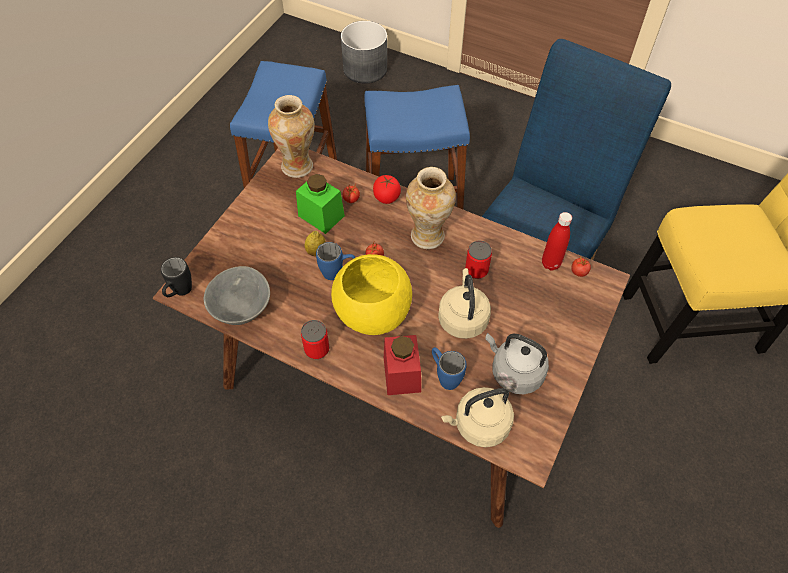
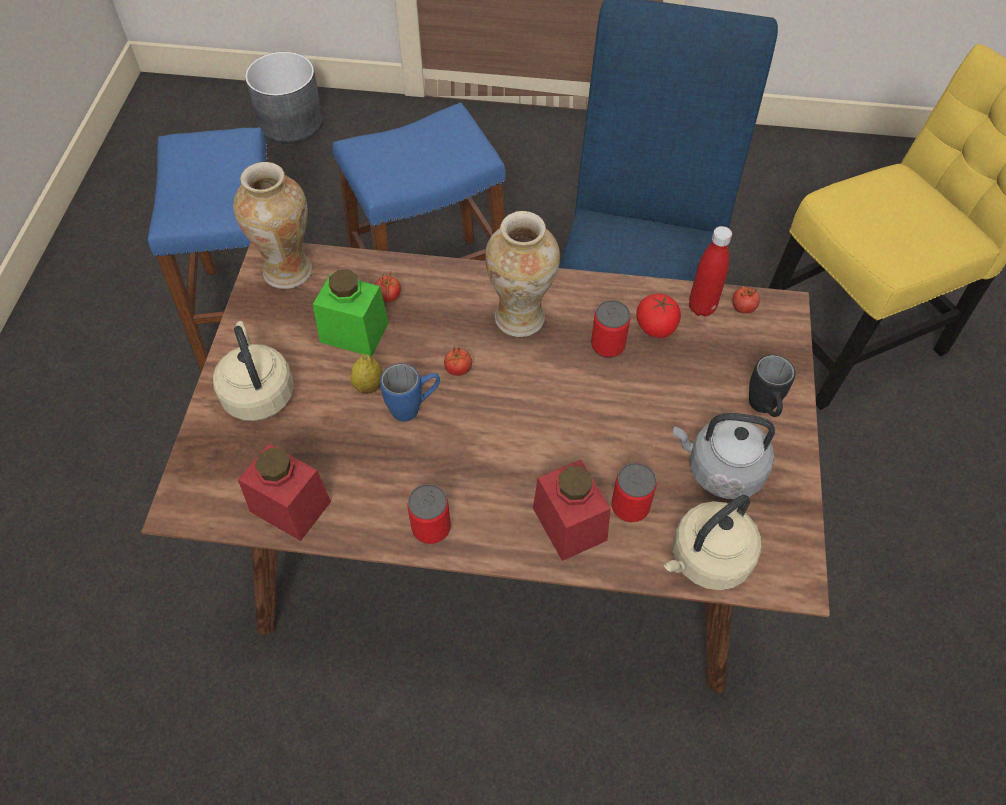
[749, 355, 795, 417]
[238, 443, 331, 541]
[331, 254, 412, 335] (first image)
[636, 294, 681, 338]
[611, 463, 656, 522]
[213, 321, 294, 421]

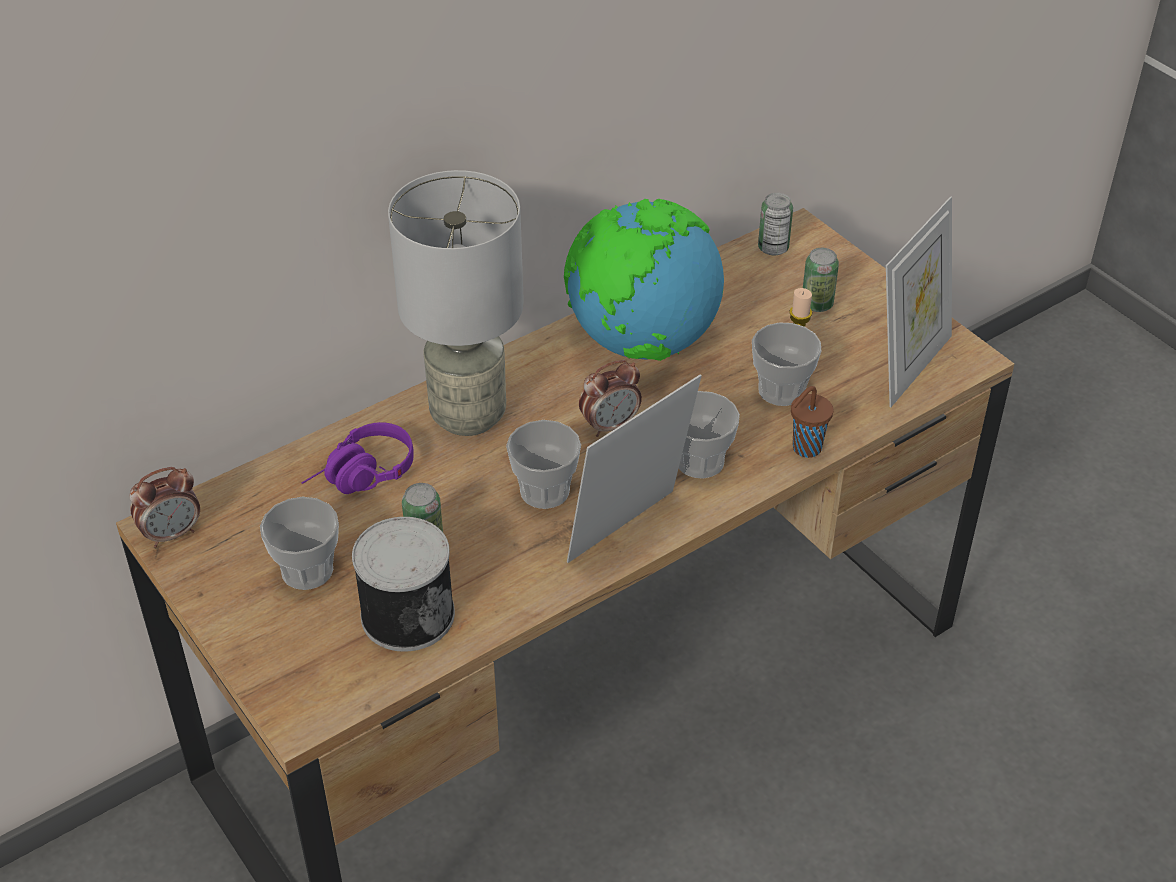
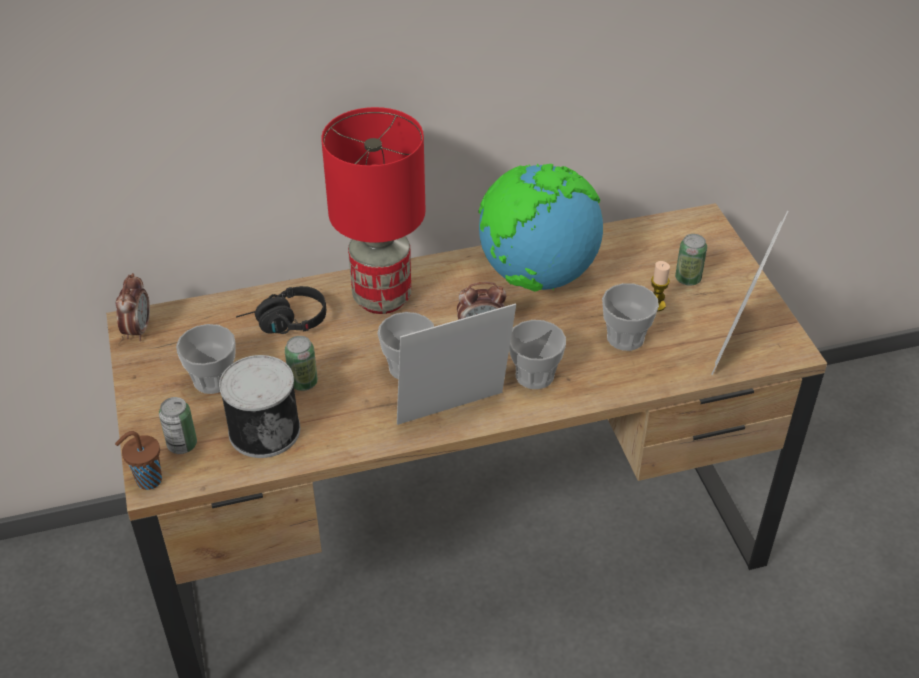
[116, 273, 150, 341]
[236, 286, 326, 334]
[321, 107, 425, 314]
[159, 397, 197, 454]
[115, 431, 162, 490]
[711, 210, 788, 375]

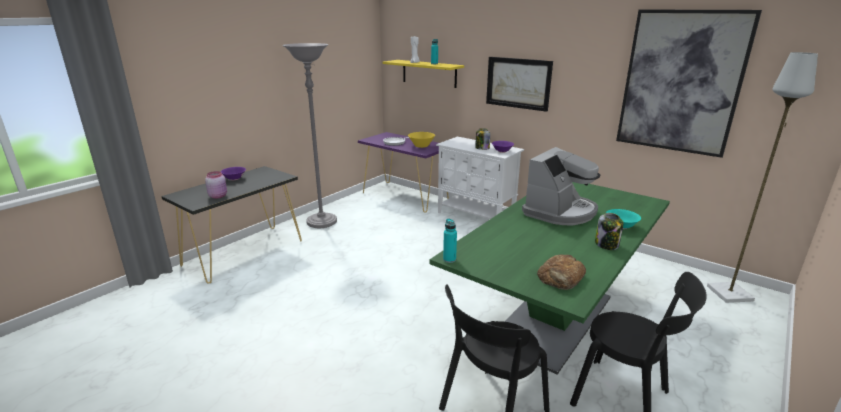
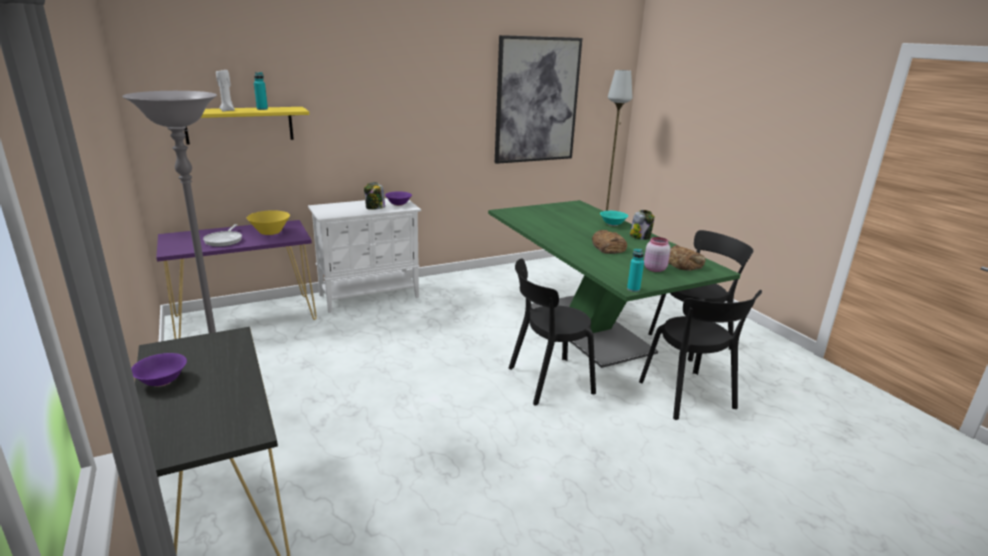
[644, 237, 671, 272]
[486, 57, 553, 112] (first image)
[522, 147, 600, 225] (first image)
[509, 258, 596, 406]
[592, 230, 627, 254]

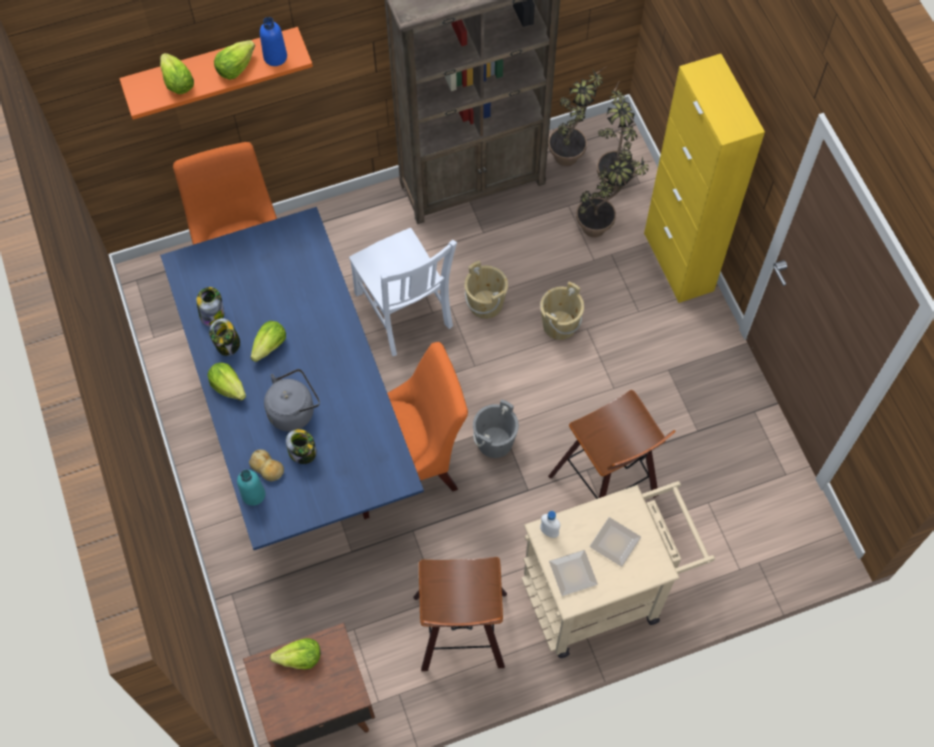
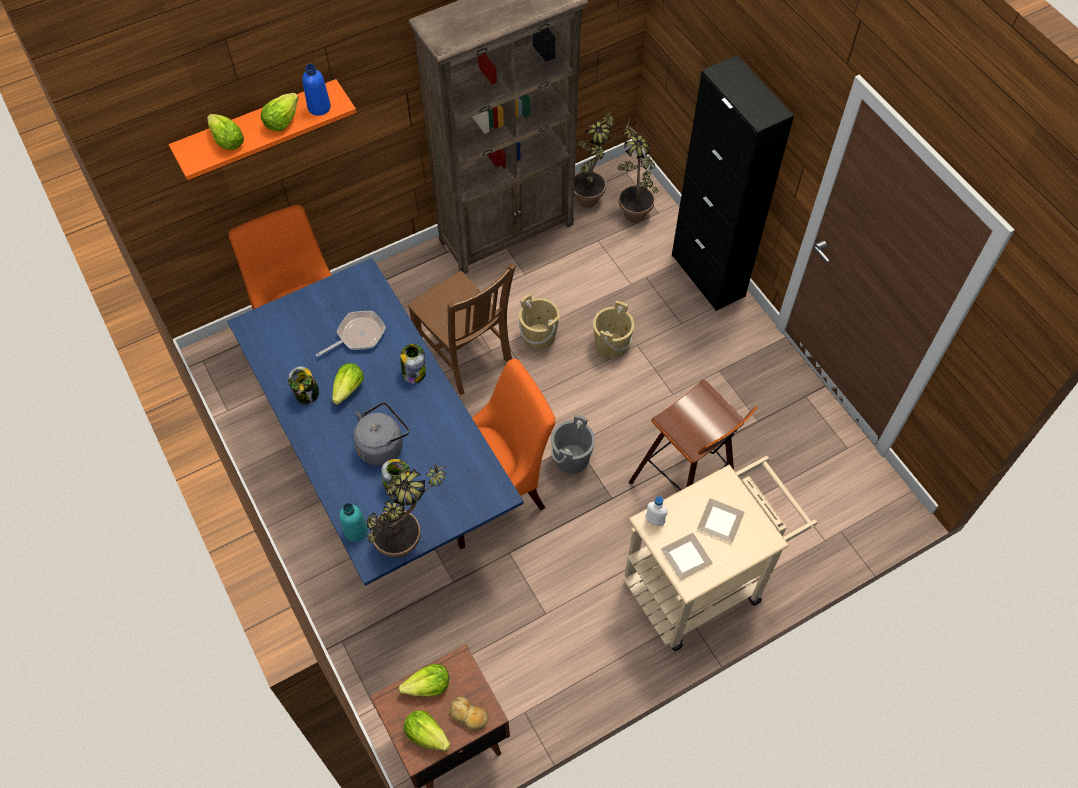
[400, 344, 426, 384]
[403, 710, 450, 752]
[449, 697, 488, 731]
[408, 264, 515, 395]
[414, 557, 507, 671] (first image)
[367, 464, 452, 558]
[672, 55, 794, 311]
[316, 311, 386, 357]

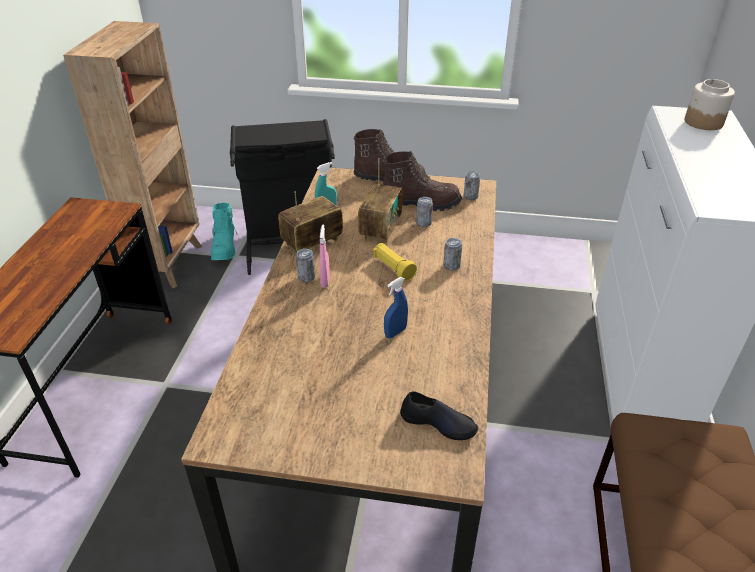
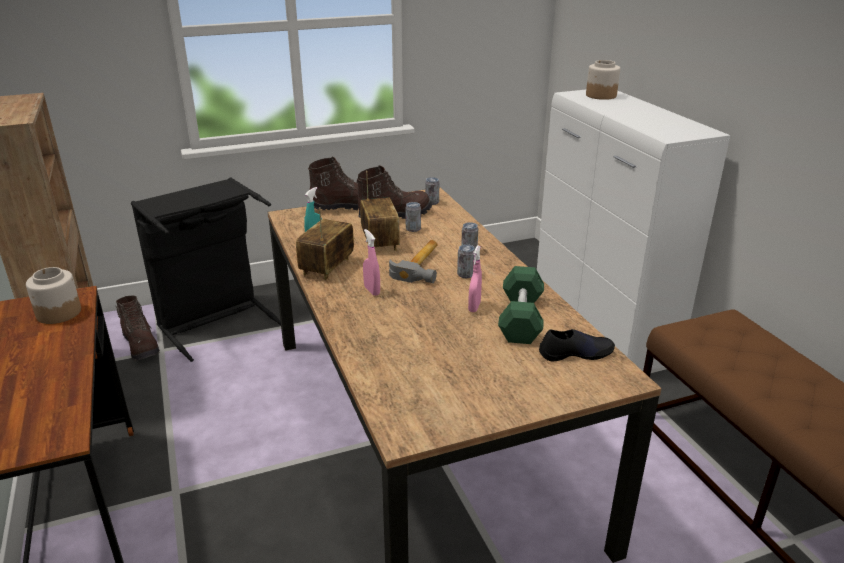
[116, 296, 160, 361]
[457, 244, 475, 278]
[389, 240, 437, 283]
[468, 246, 482, 312]
[26, 267, 81, 324]
[498, 266, 544, 344]

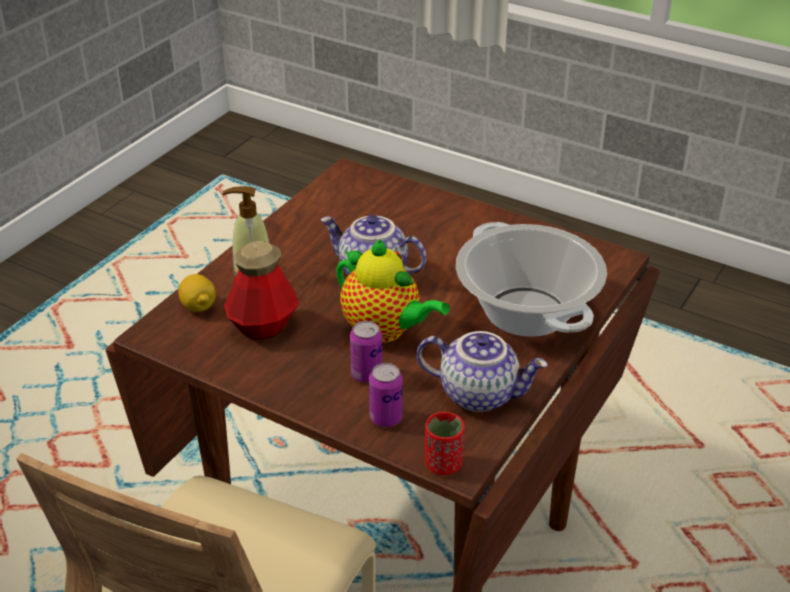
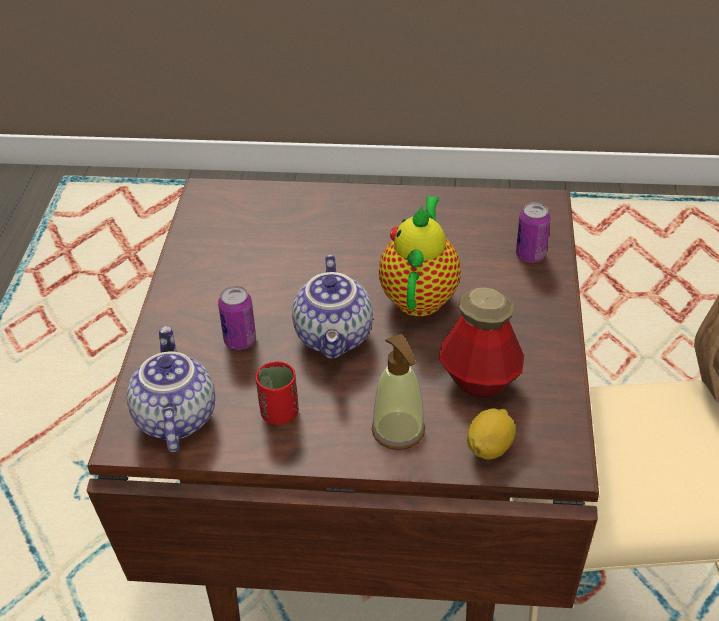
[218, 286, 256, 350]
[127, 326, 215, 452]
[256, 361, 299, 425]
[456, 222, 607, 337] (first image)

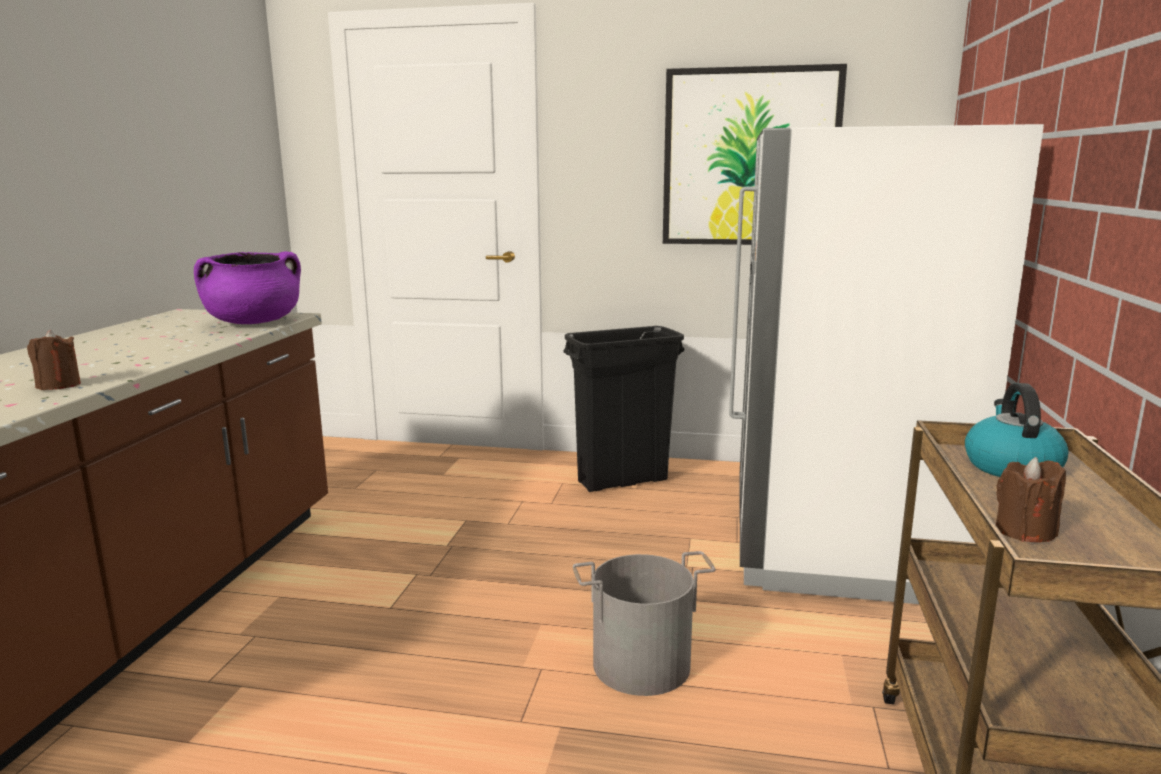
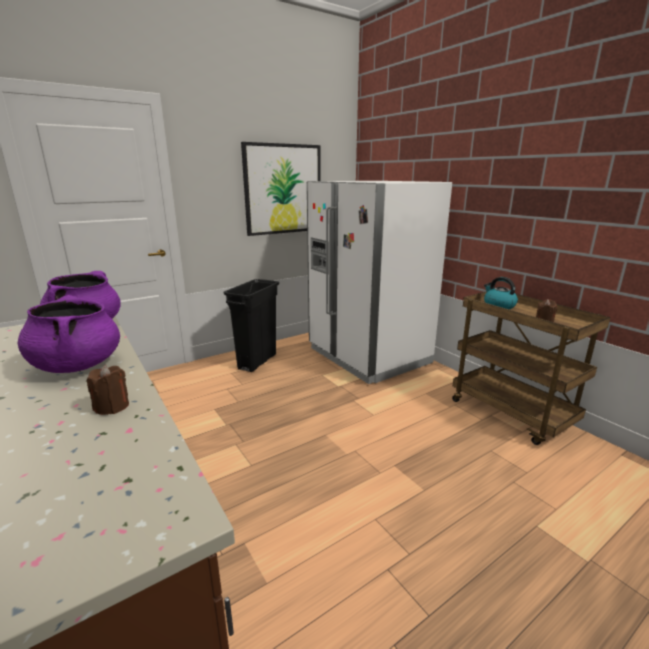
[573, 551, 716, 696] (first image)
[18, 295, 120, 373]

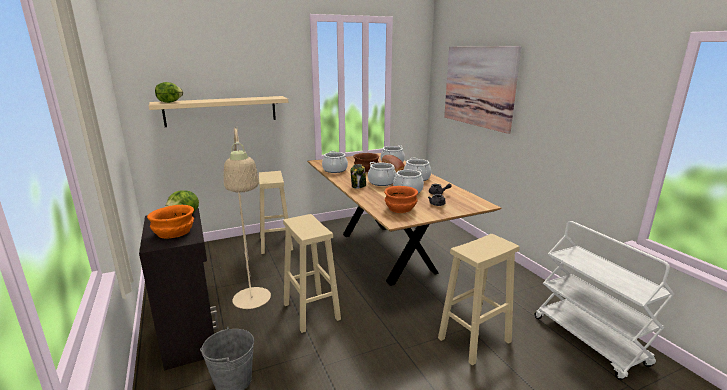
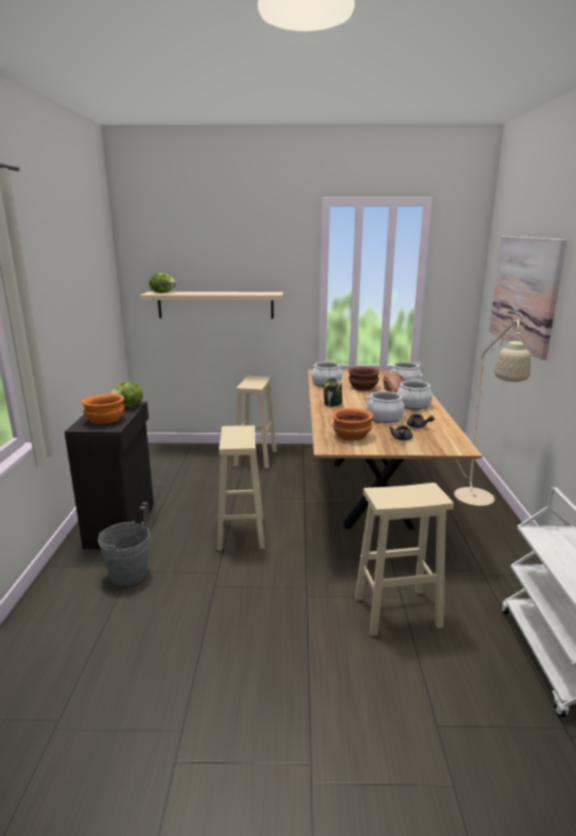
[454, 317, 531, 506]
[368, 162, 396, 186] (first image)

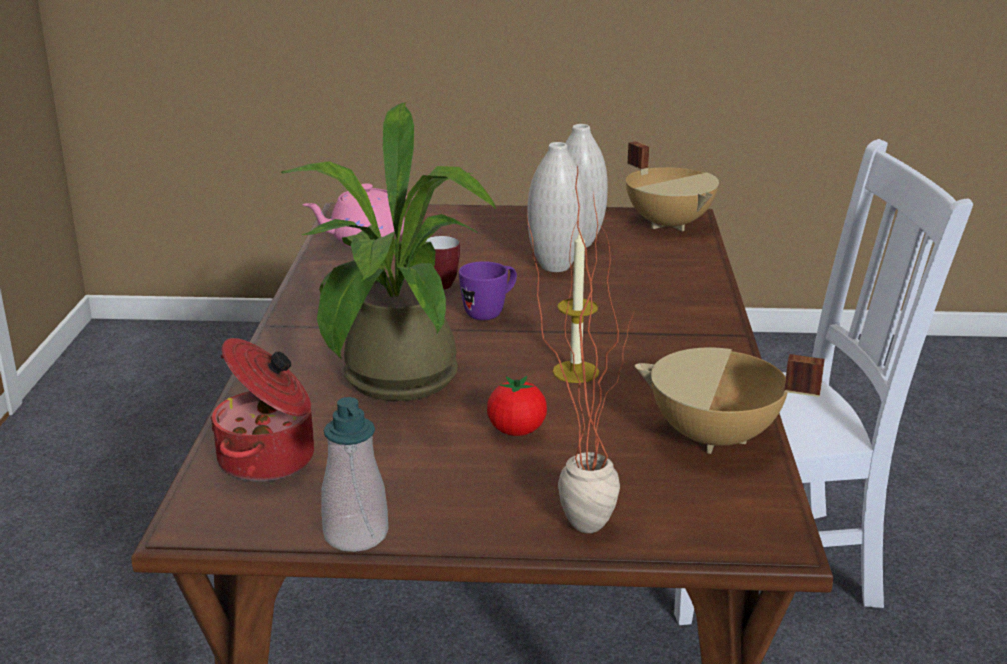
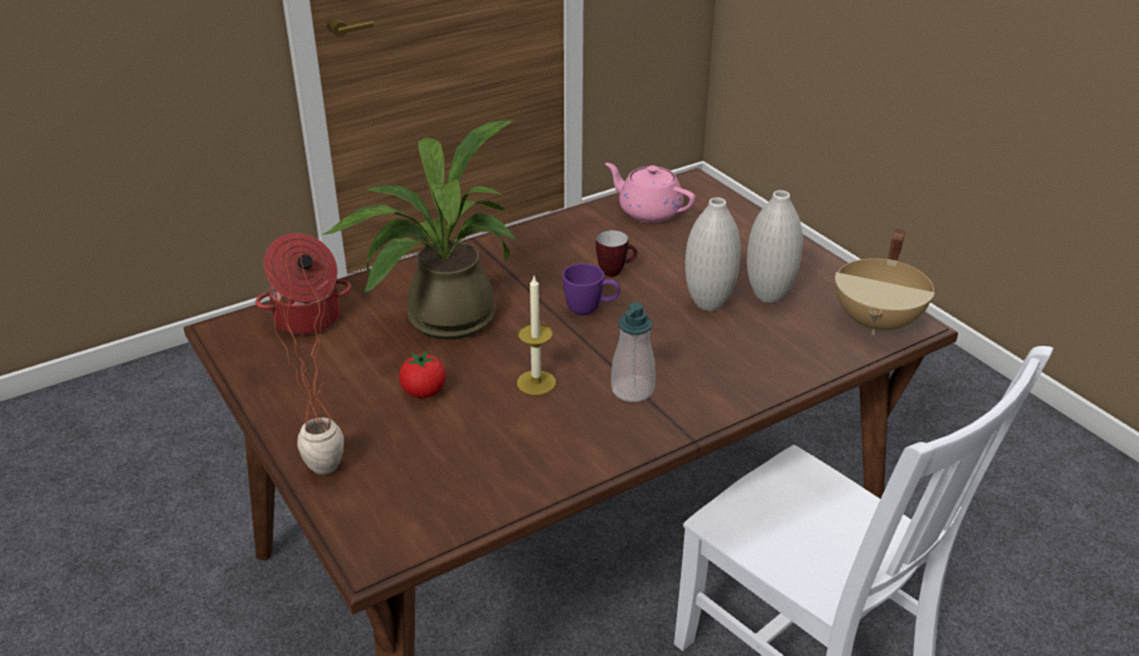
[611, 302, 655, 402]
[634, 347, 825, 454] (first image)

